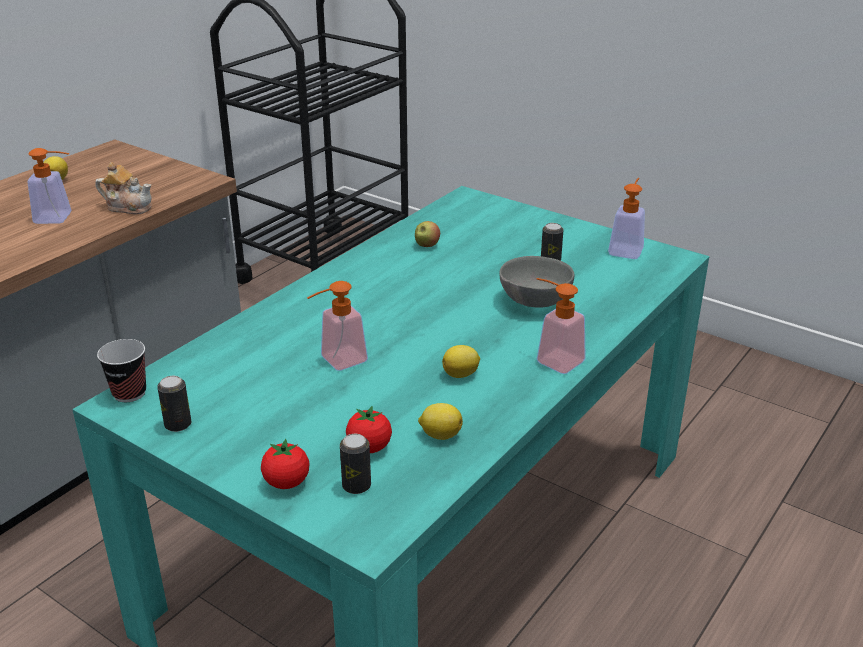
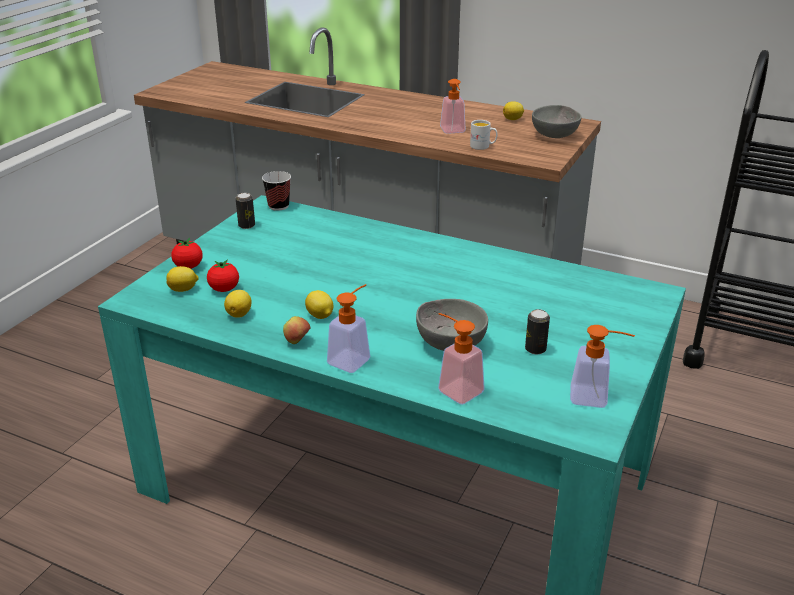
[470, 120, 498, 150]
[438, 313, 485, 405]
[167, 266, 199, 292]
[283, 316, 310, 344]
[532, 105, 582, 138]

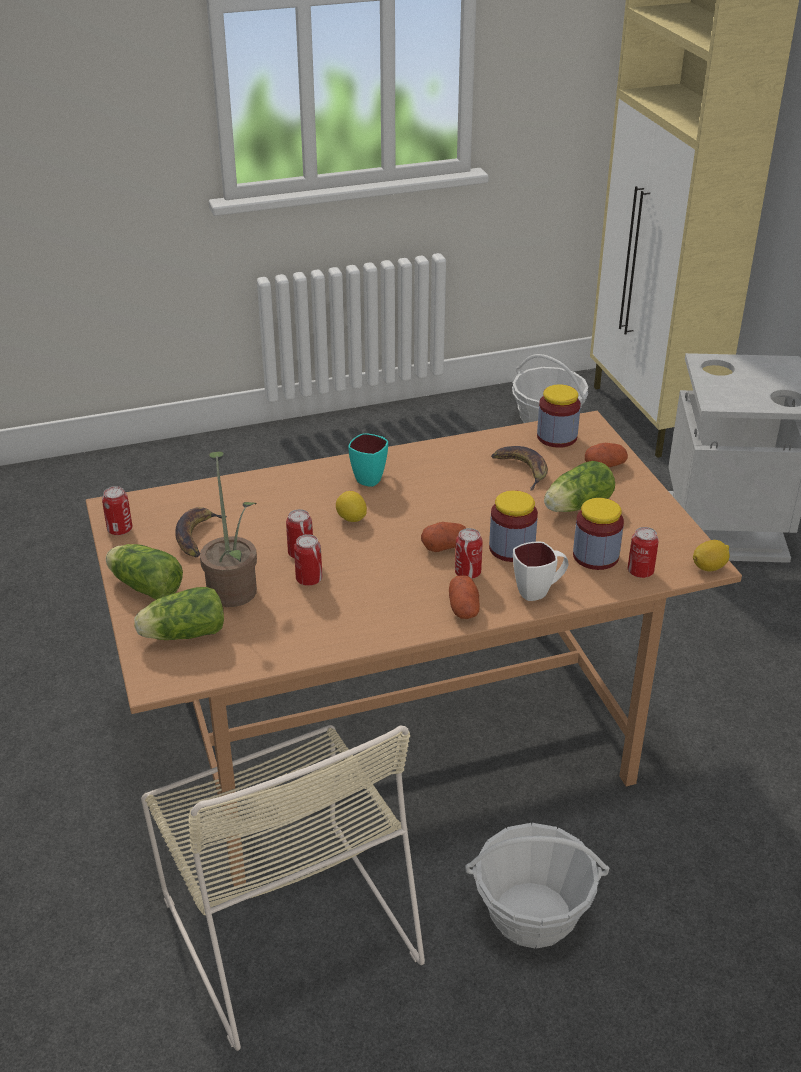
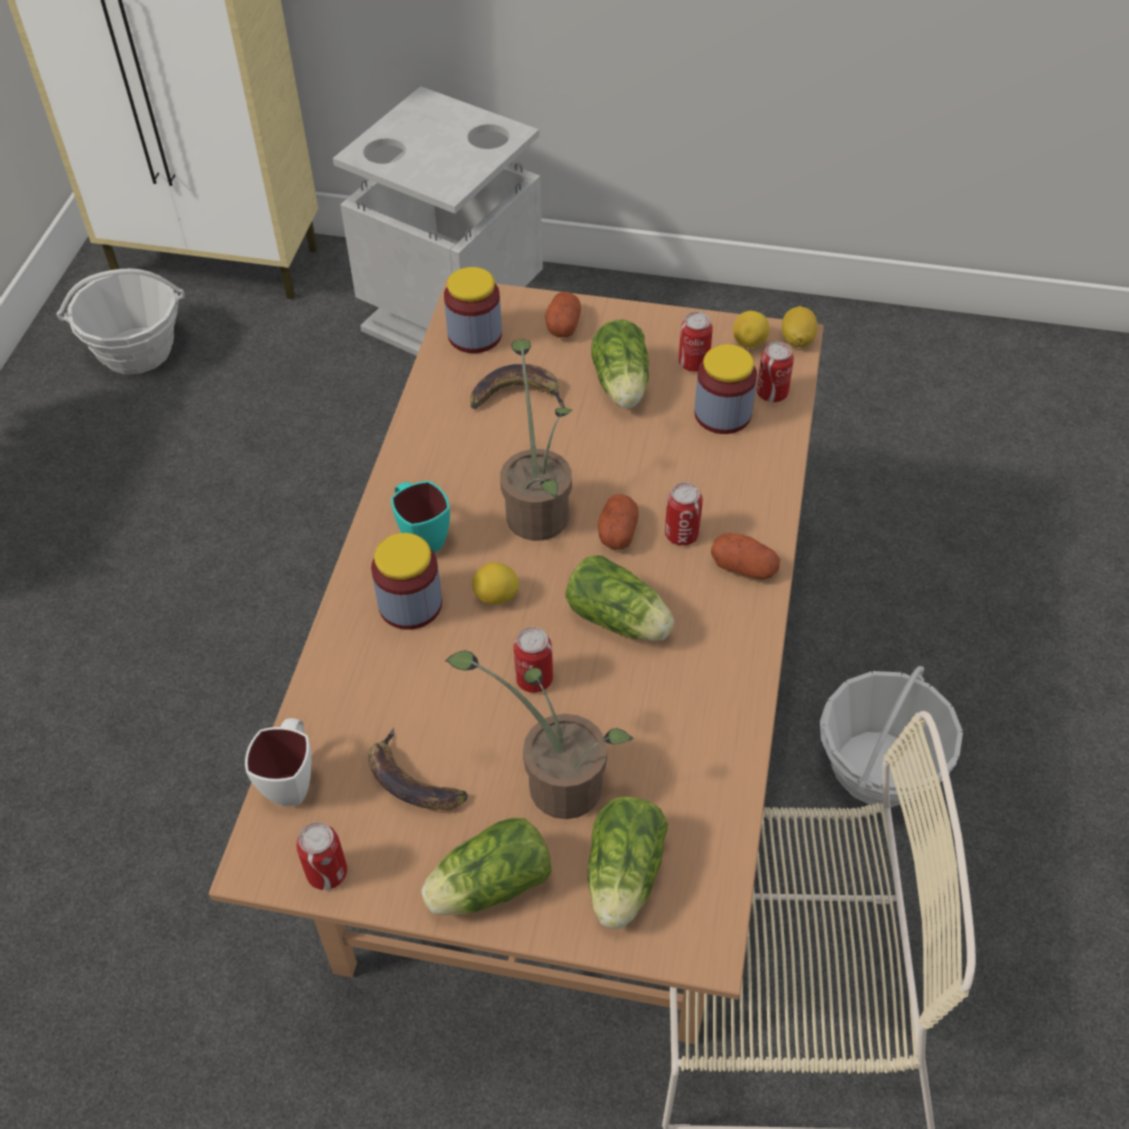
[678, 312, 713, 372]
[371, 533, 442, 630]
[245, 718, 311, 806]
[500, 339, 572, 541]
[565, 555, 674, 641]
[733, 311, 770, 348]

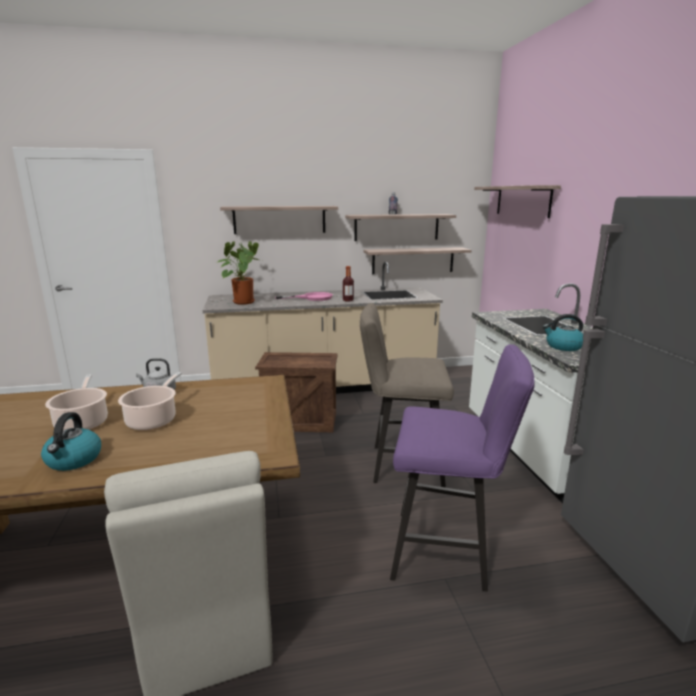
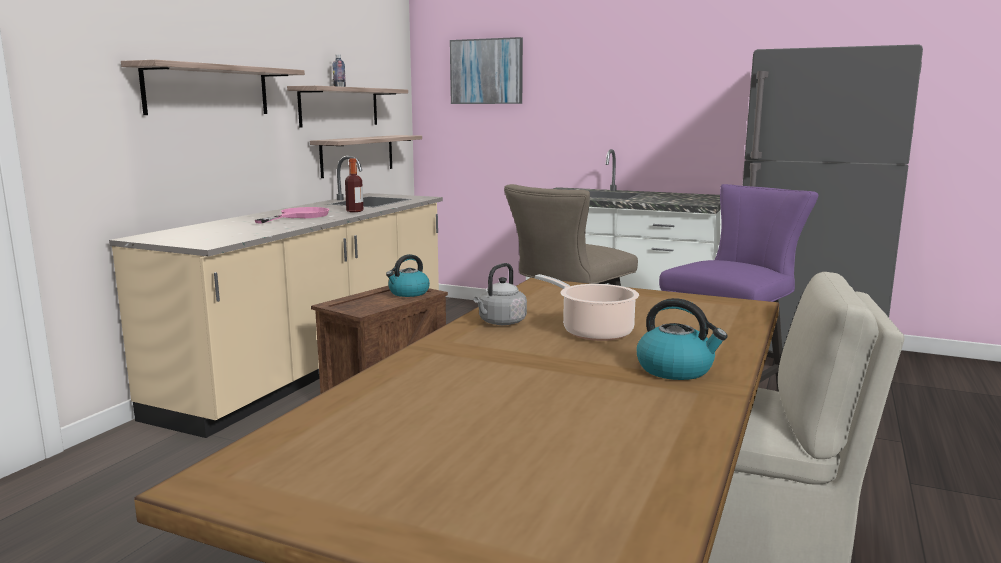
[45, 374, 108, 430] (first image)
[216, 241, 262, 305] (first image)
[450, 37, 523, 104]
[386, 254, 430, 297]

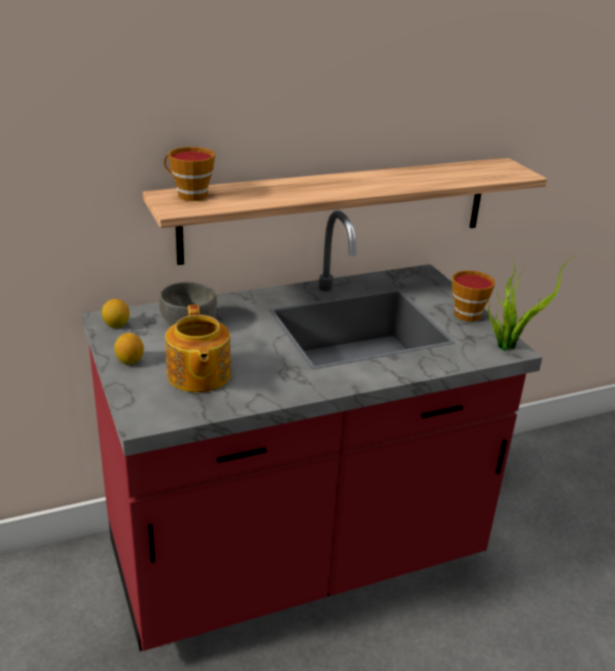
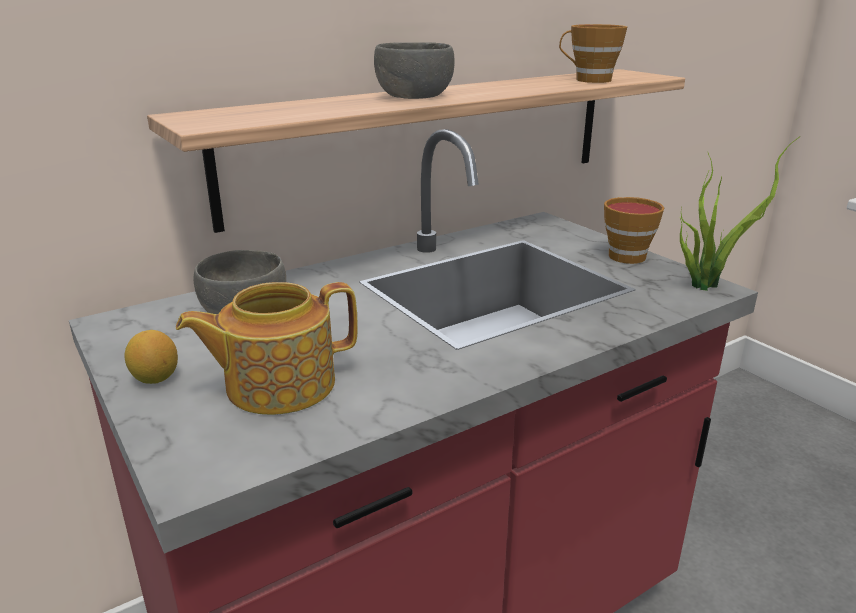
[102, 299, 130, 328] (first image)
[559, 24, 627, 83]
[176, 282, 358, 415]
[374, 42, 455, 99]

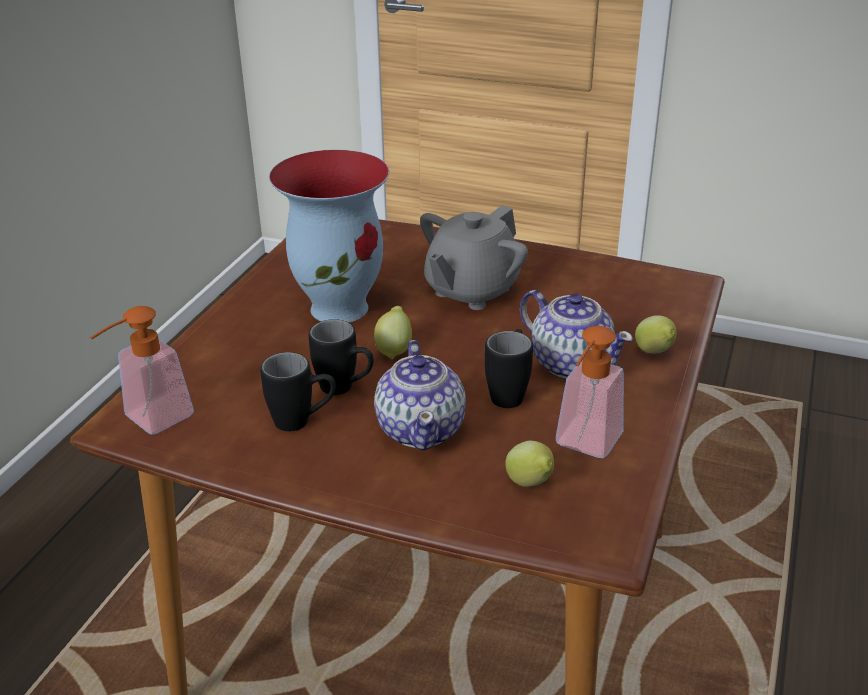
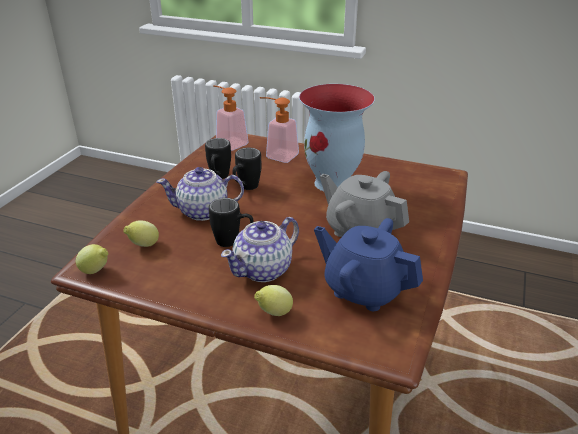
[76, 244, 108, 274]
[260, 97, 299, 163]
[314, 218, 423, 311]

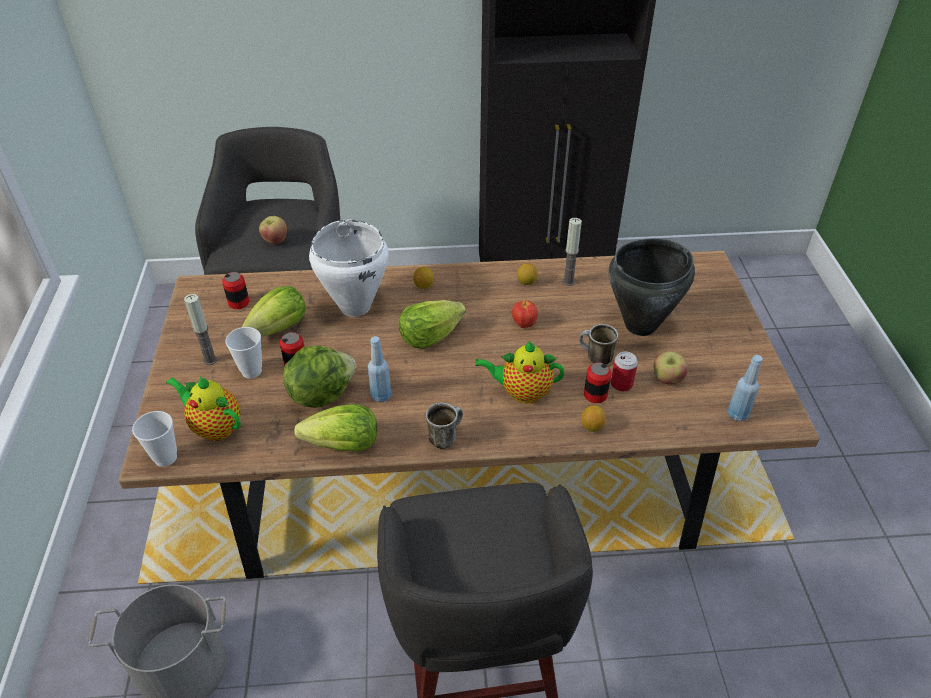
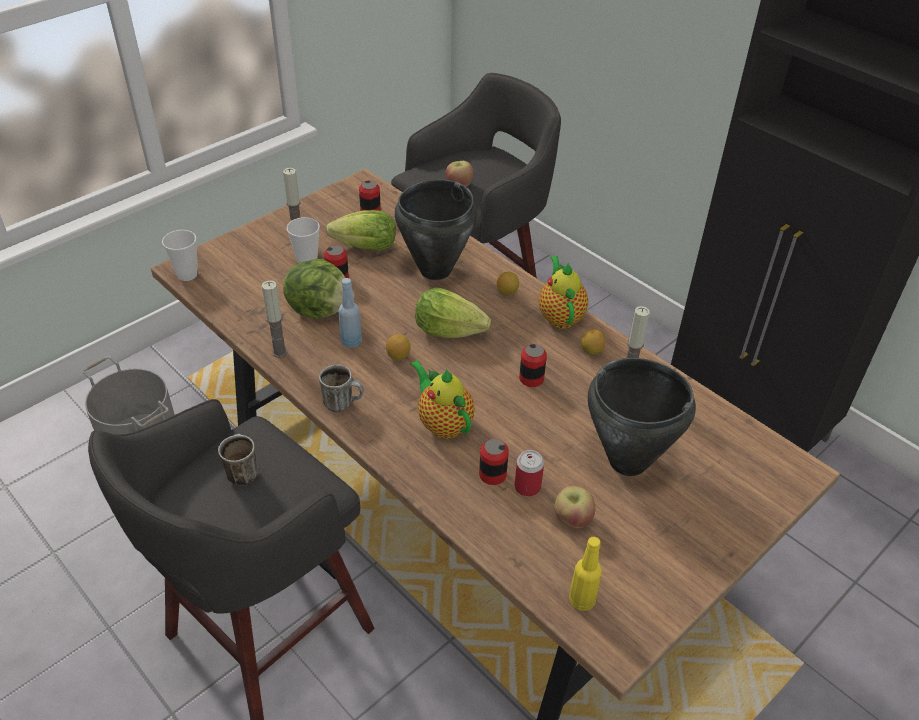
[539, 256, 588, 329]
[262, 280, 288, 358]
[395, 180, 477, 280]
[519, 344, 547, 387]
[218, 434, 258, 486]
[386, 334, 411, 360]
[569, 537, 602, 611]

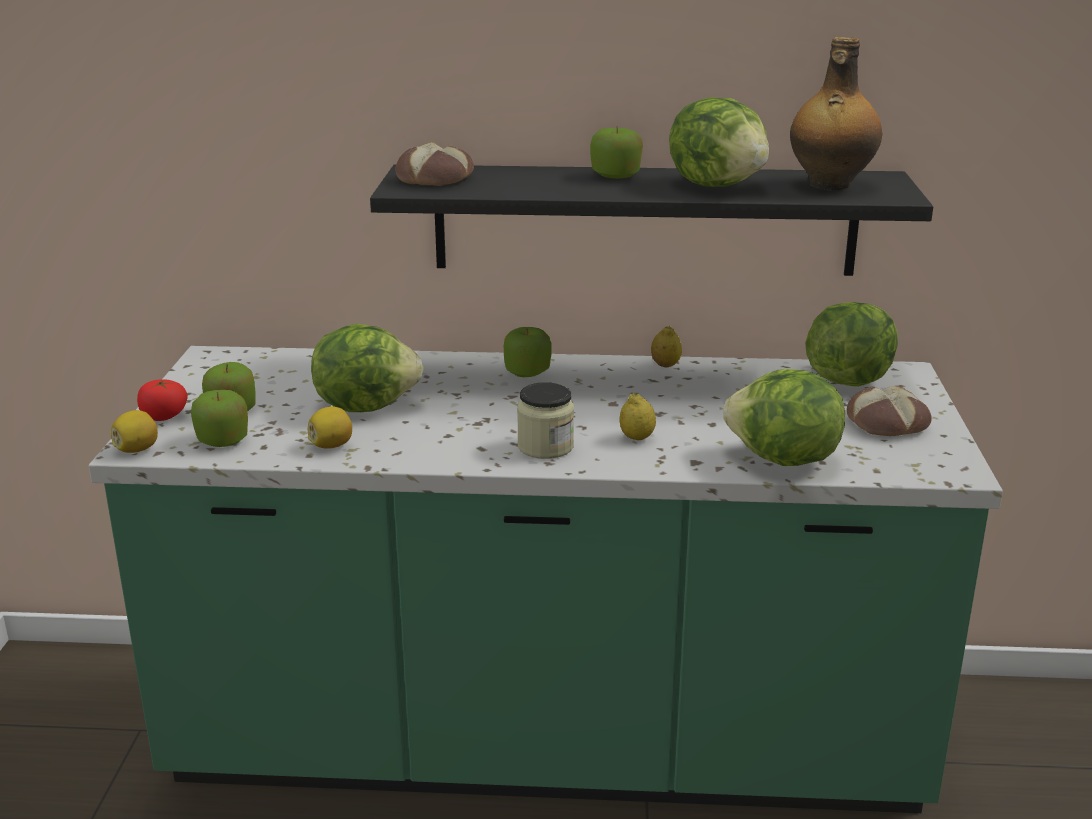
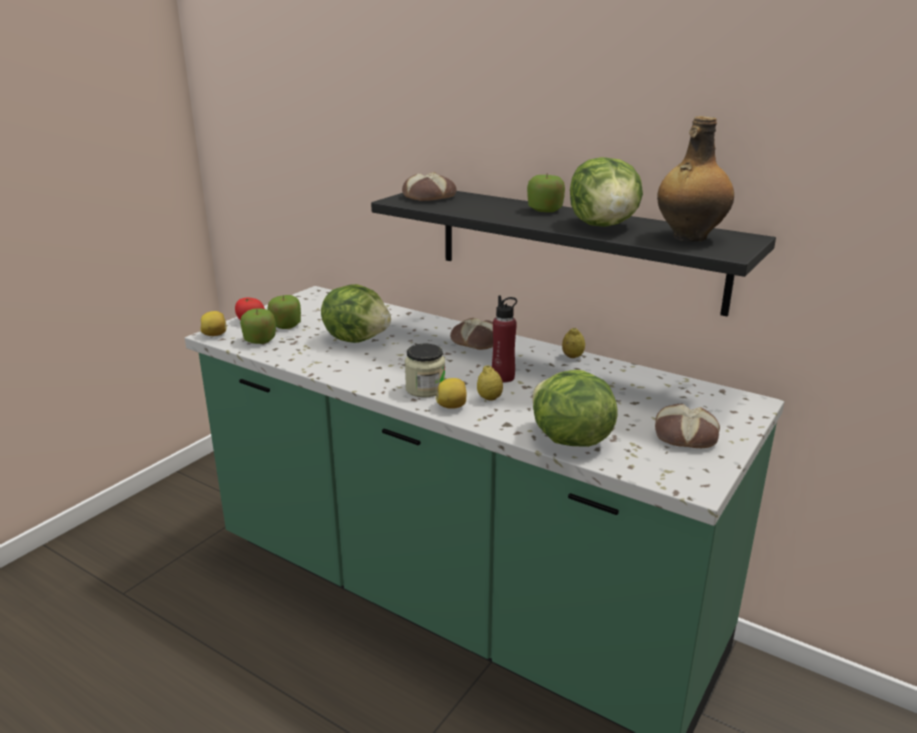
[436, 378, 467, 409]
[450, 318, 493, 350]
[805, 302, 898, 387] (first image)
[492, 295, 517, 383]

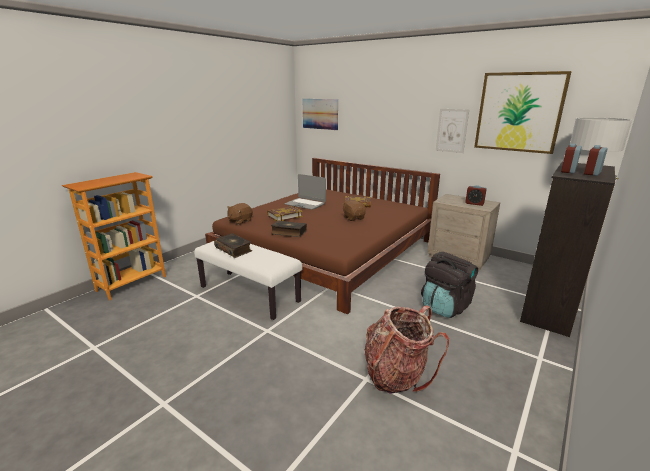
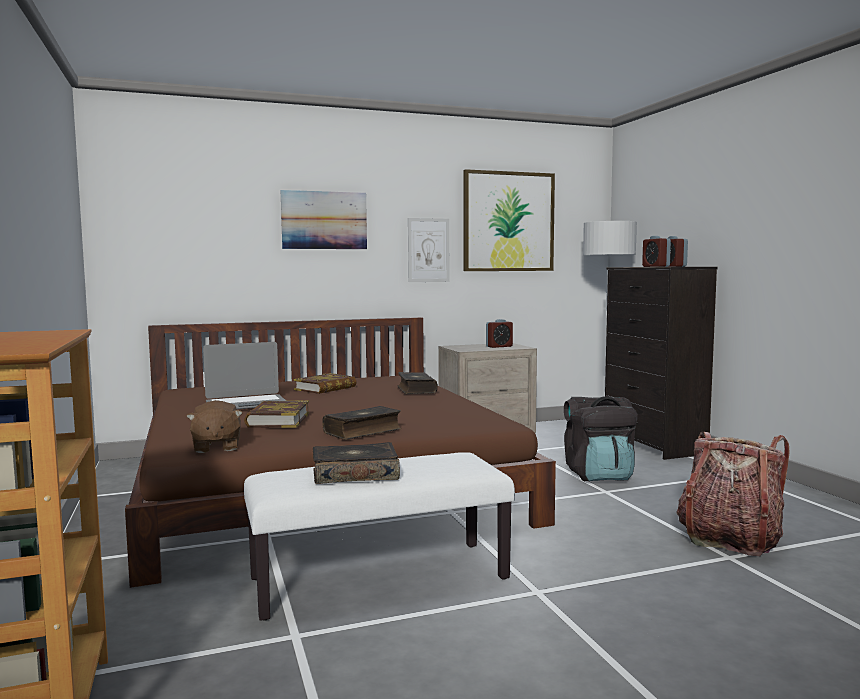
[281, 190, 367, 249]
[342, 200, 366, 221] (first image)
[397, 372, 438, 394]

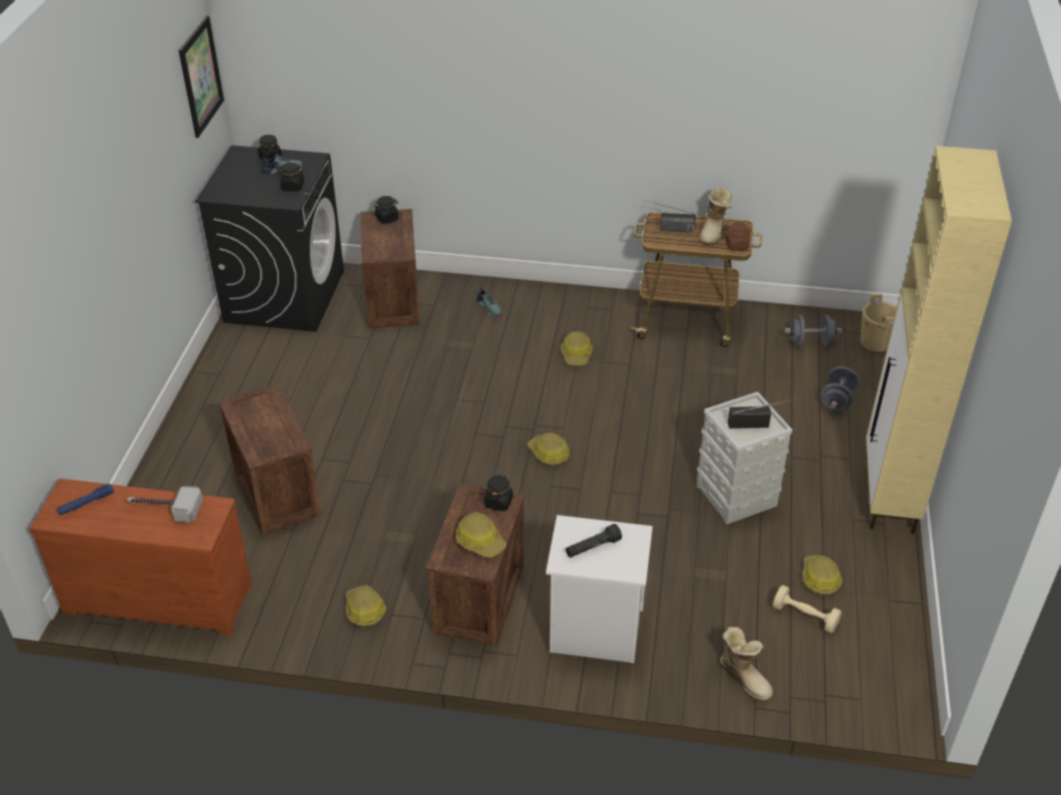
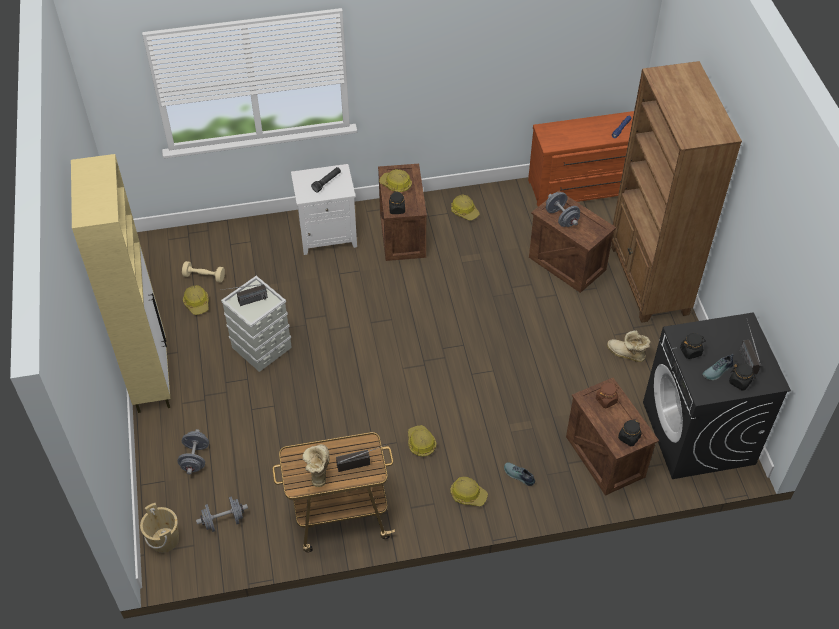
[127, 486, 203, 523] (first image)
[179, 15, 224, 138] (first image)
[451, 477, 488, 506]
[607, 330, 651, 362]
[596, 383, 618, 408]
[546, 192, 580, 227]
[611, 61, 742, 323]
[740, 318, 761, 375]

